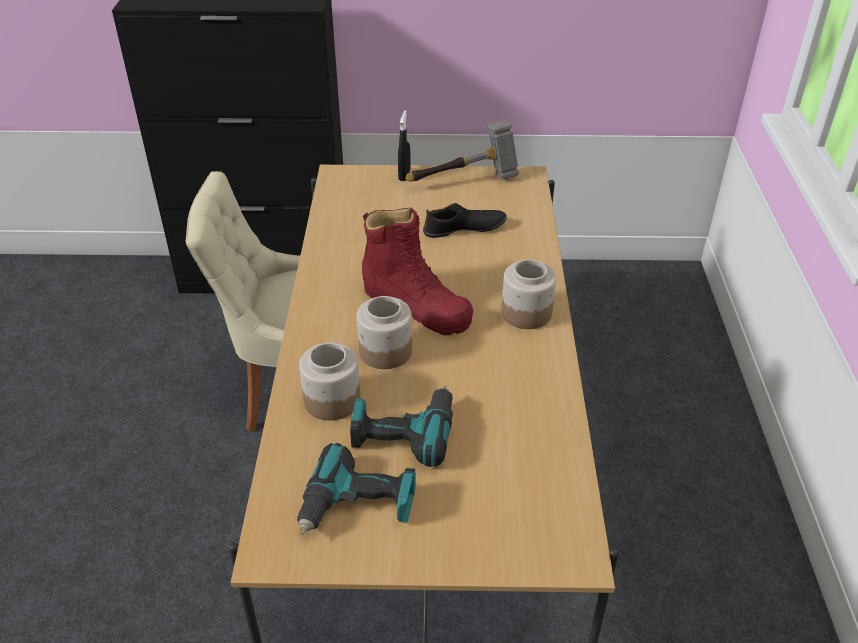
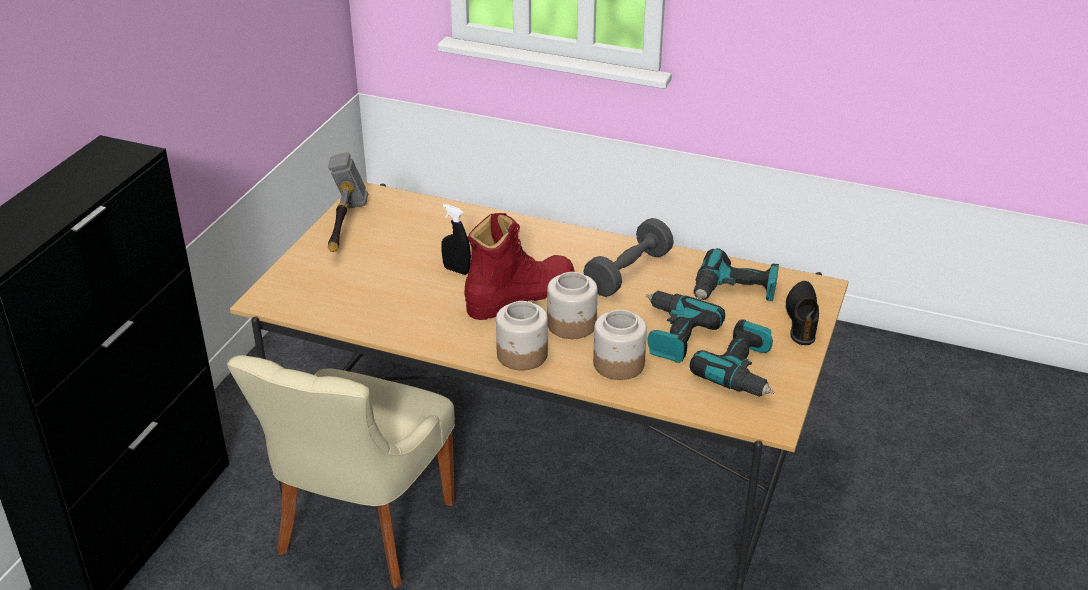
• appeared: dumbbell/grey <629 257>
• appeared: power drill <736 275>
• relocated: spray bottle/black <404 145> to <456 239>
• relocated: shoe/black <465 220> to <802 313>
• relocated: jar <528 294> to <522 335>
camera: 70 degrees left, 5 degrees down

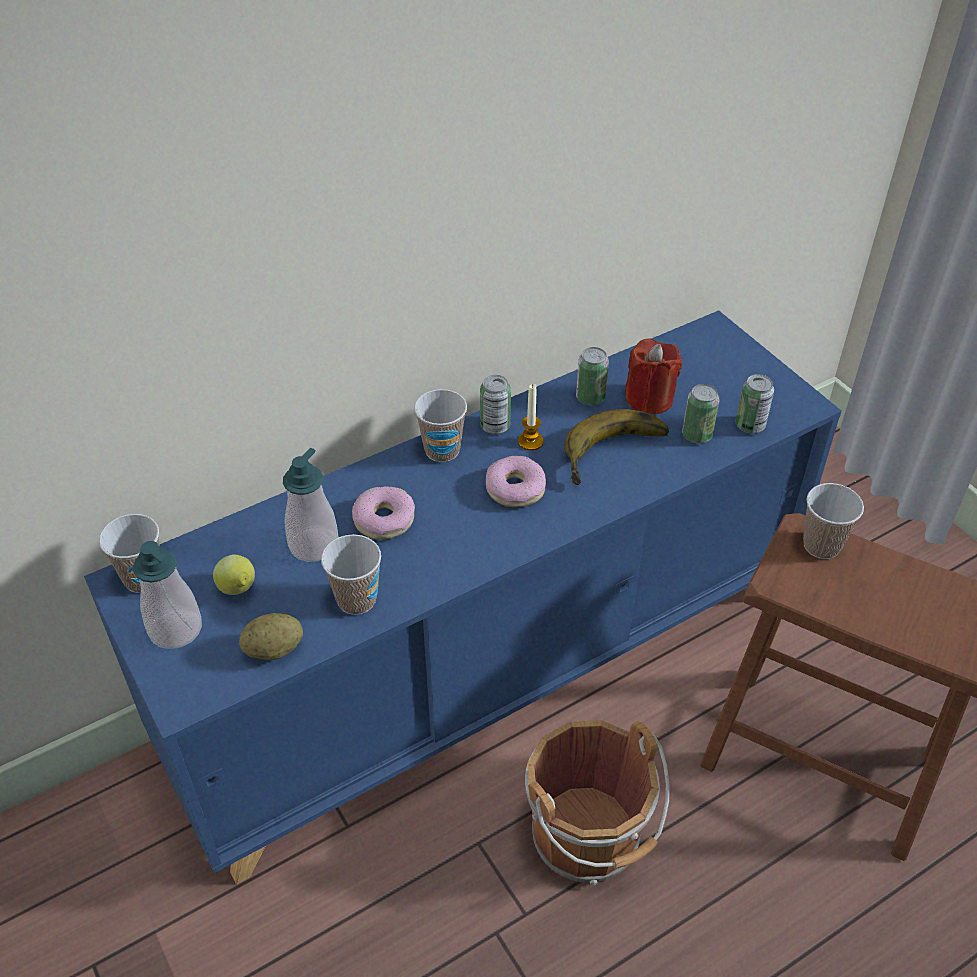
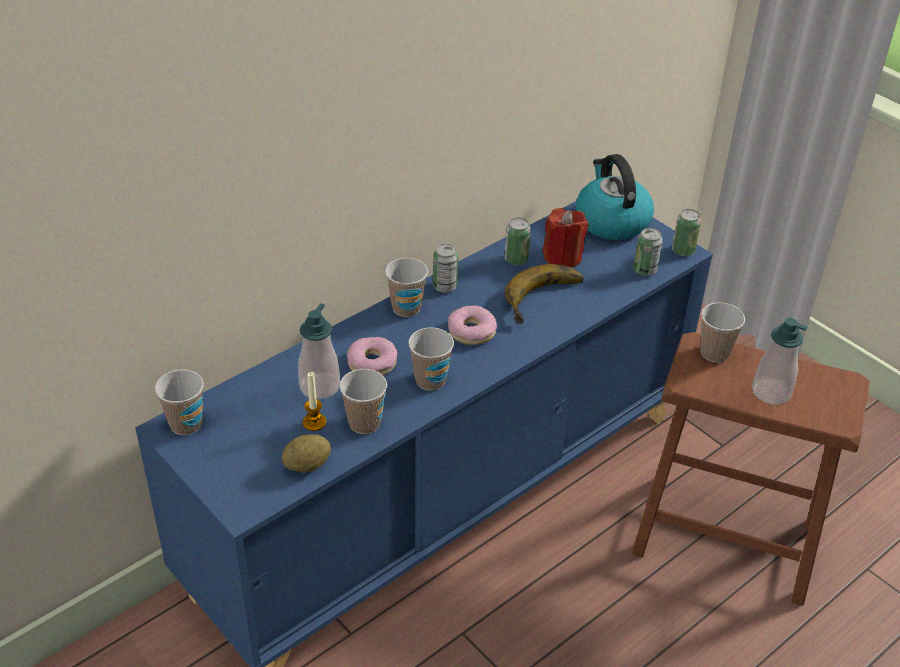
• missing: lemon <234 575>
• missing: bucket/brown <597 802>
• appeared: cup <431 359>
• appeared: kettle <615 197>
• relocated: soap dispenser <167 595> to <780 361>
• relocated: candle <531 417> to <314 401>
• relocated: can <701 413> to <686 232>
camera: 10 degrees left, 5 degrees down

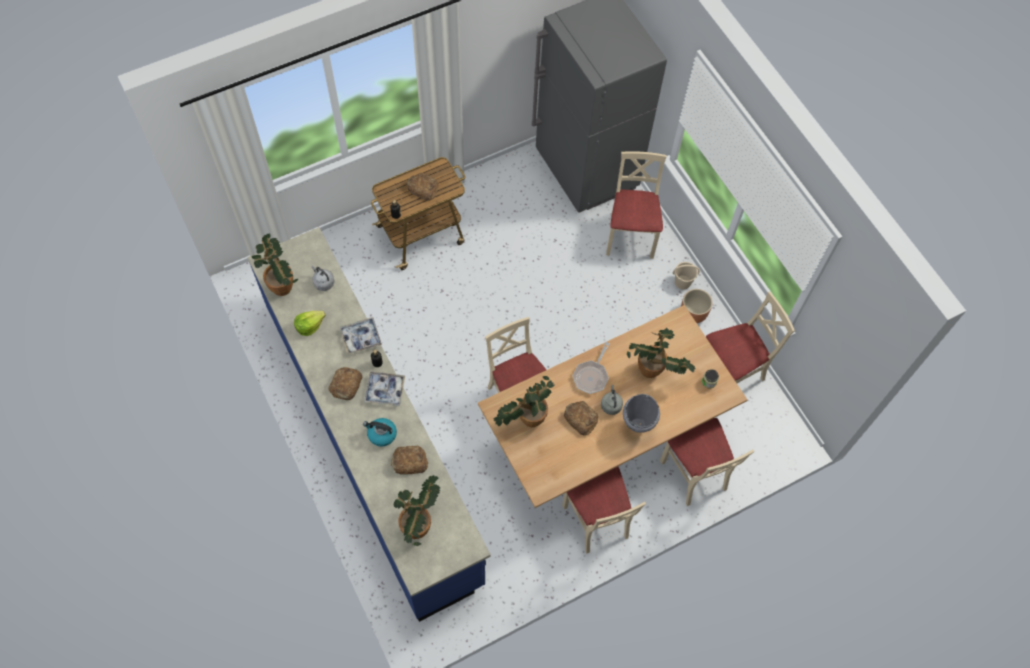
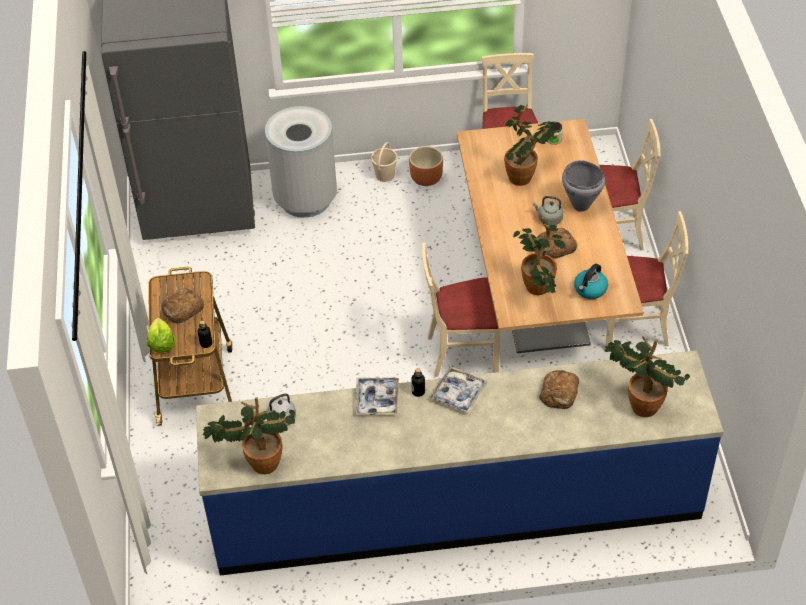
• missing: bread <345 383>
• missing: frying pan <591 368>
• relocated: lettuce <310 323> to <161 335>
• relocated: kettle <380 432> to <591 281>
• exchanged: chair/beige <636 205> to trash can/grey <301 162>
camera: 65 degrees left, 15 degrees down

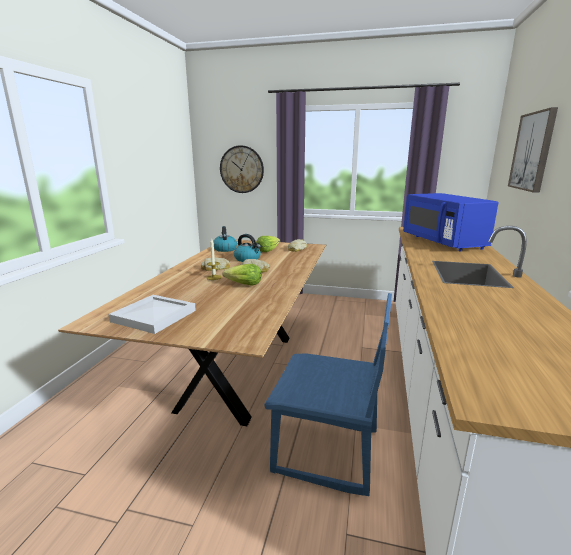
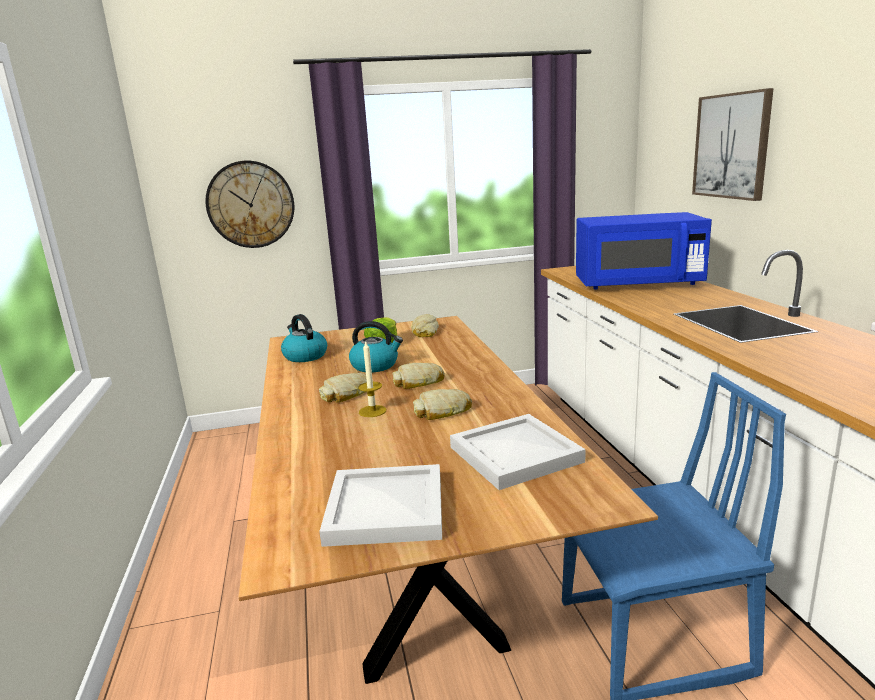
• appeared: tray/white <518 452>
• exchanged: lettuce <242 275> to bread <442 404>
• spun: microwave/blue <450 222> = <644 251> 45 degrees counterclockwise
camera: 25 degrees left, 0 degrees up

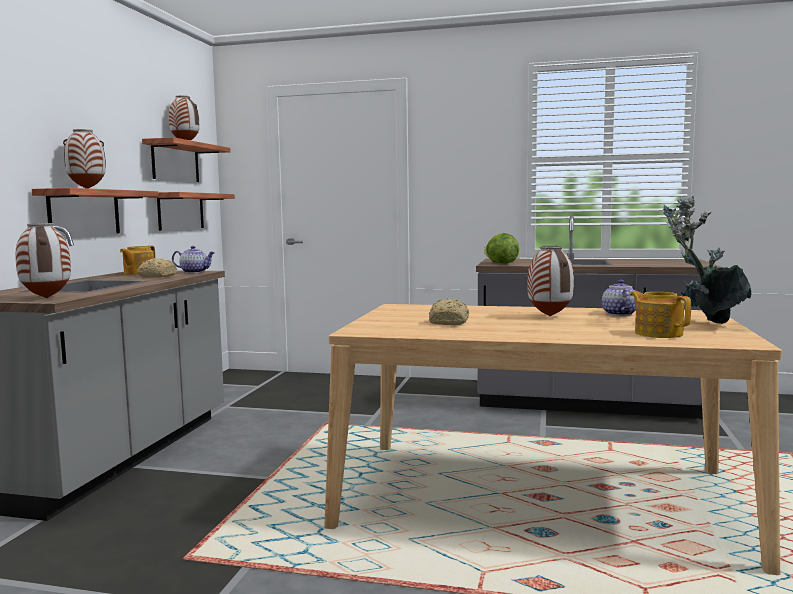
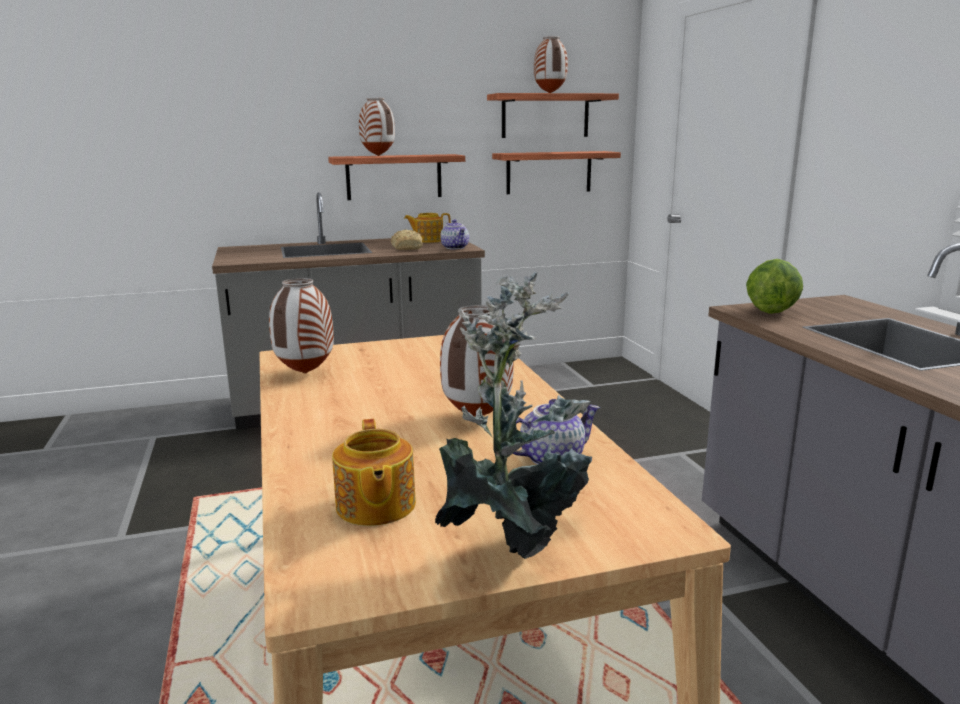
• missing: bread <449 312>
• relocated: vase <43 260> to <301 326>
• spun: teapot <660 314> = <374 472> 135 degrees clockwise
camera: 60 degrees right, 10 degrees up

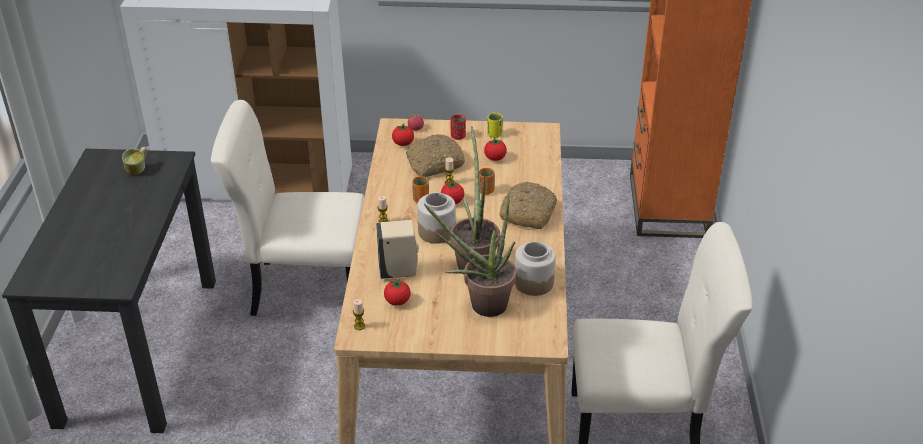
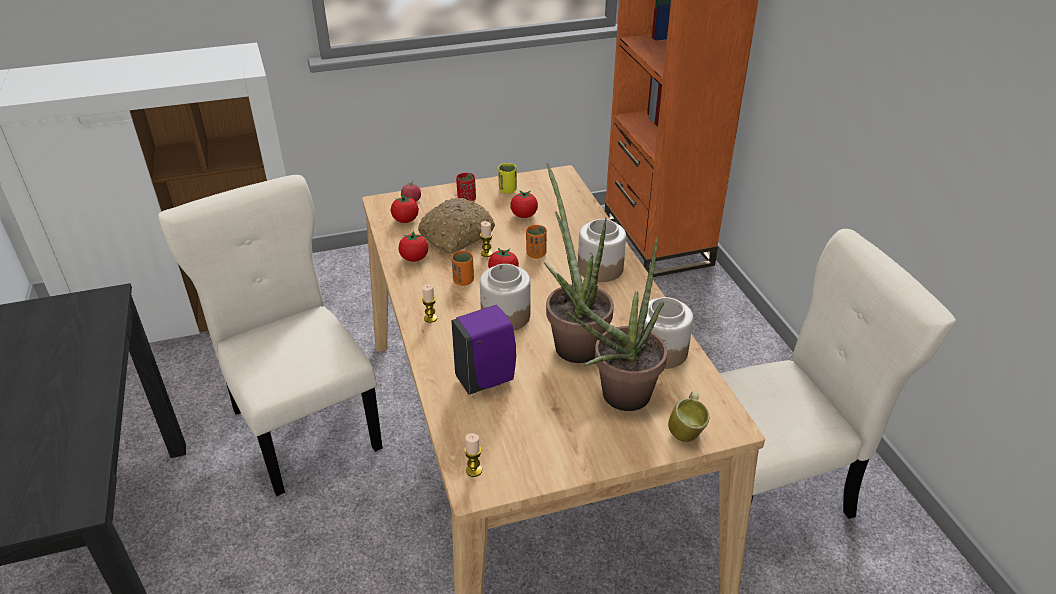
• relocated: mug <134 161> to <688 416>
• relocated: tomato <397 292> to <413 246>
• exchanged: bread <528 205> to jar <602 250>
• colour: soap dispenser/beige <397 249> to soap dispenser/purple <483 350>
• spun: chair/beige <287 208> = <270 335> 75 degrees clockwise
camera: 20 degrees left, 0 degrees up

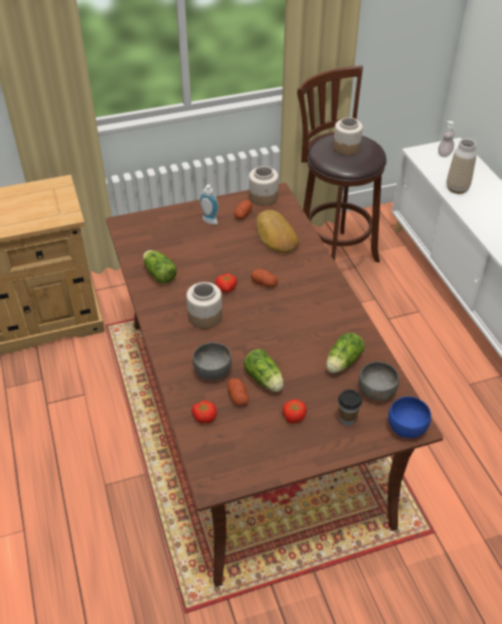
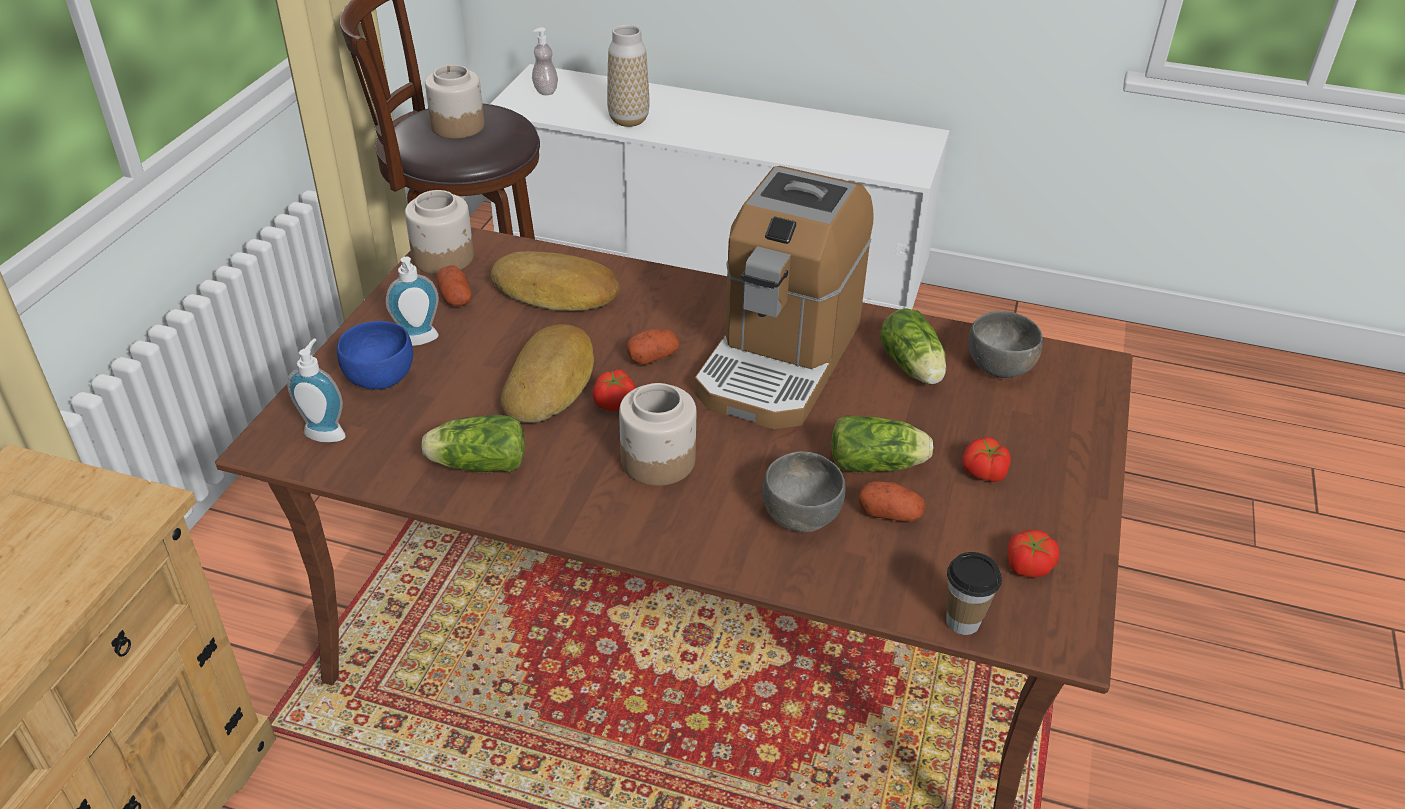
• appeared: soap dispenser <316 390>
• appeared: bread <547 373>
• appeared: coffee machine <784 298>
• relocated: tomato <204 411> to <1033 554>
• relocated: cup <350 407> to <974 593>
• relocated: bowl/blue <409 417> to <375 355>
camera: 55 degrees left, 5 degrees down

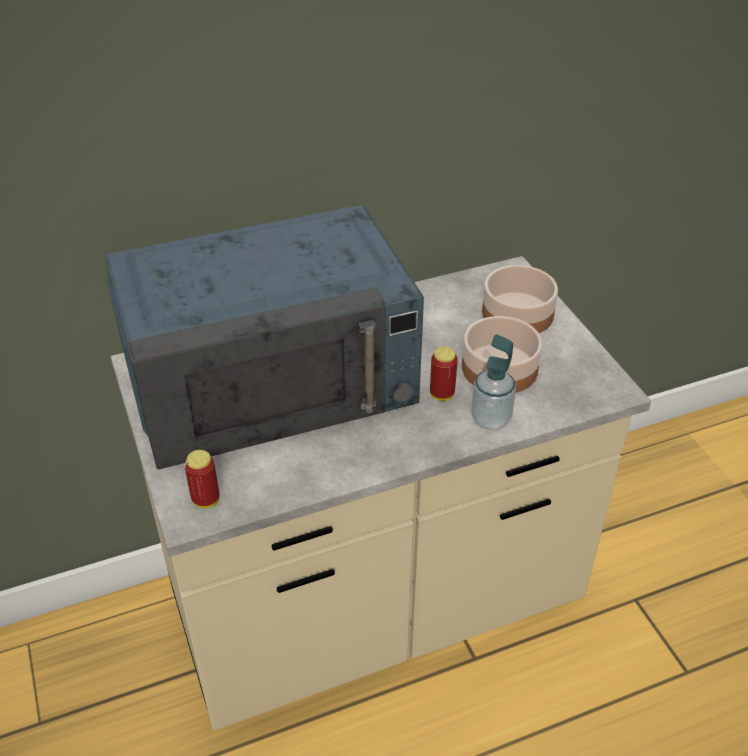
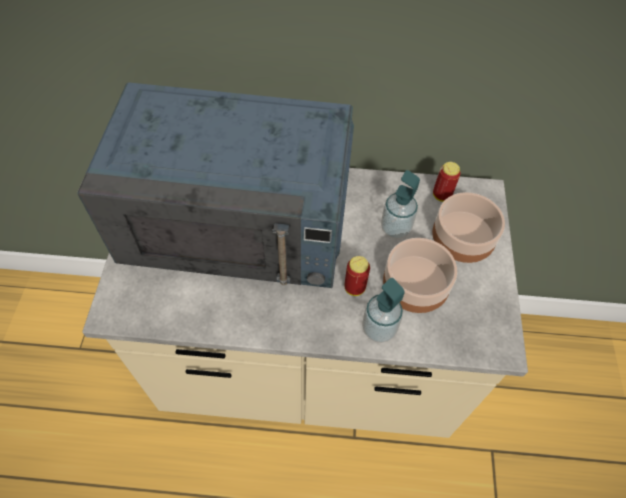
• appeared: soap dispenser <400 204>
• relocated: can <201 479> to <446 182>
camera: 25 degrees right, 15 degrees up

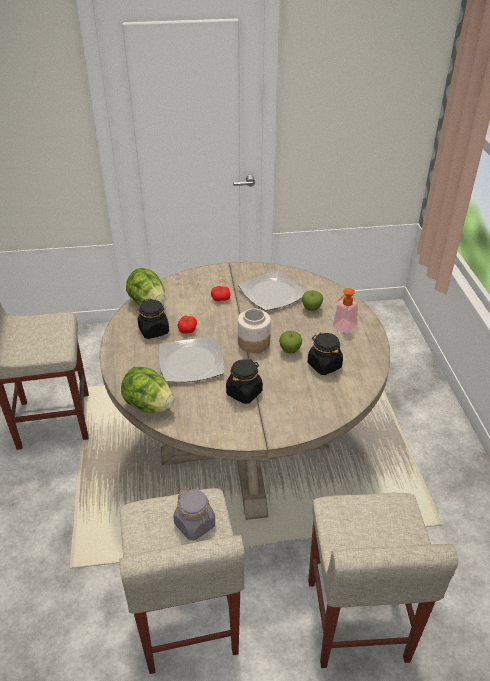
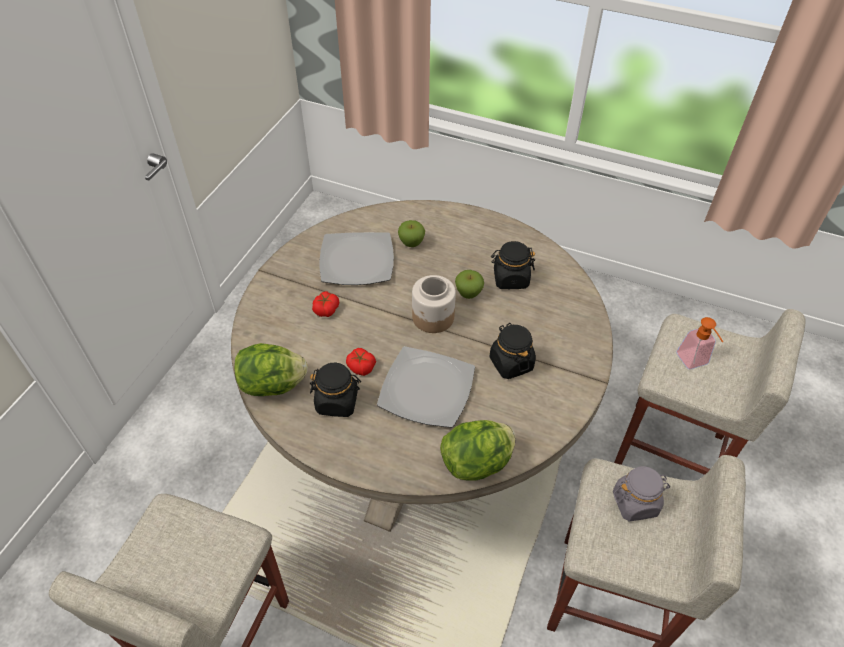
• relocated: soap dispenser <345 310> to <699 343>
camera: 60 degrees left, 10 degrees up

